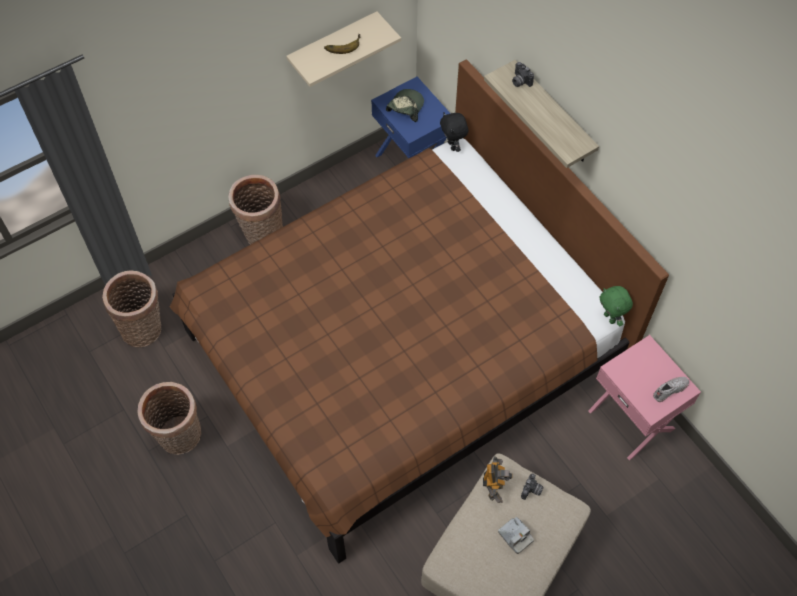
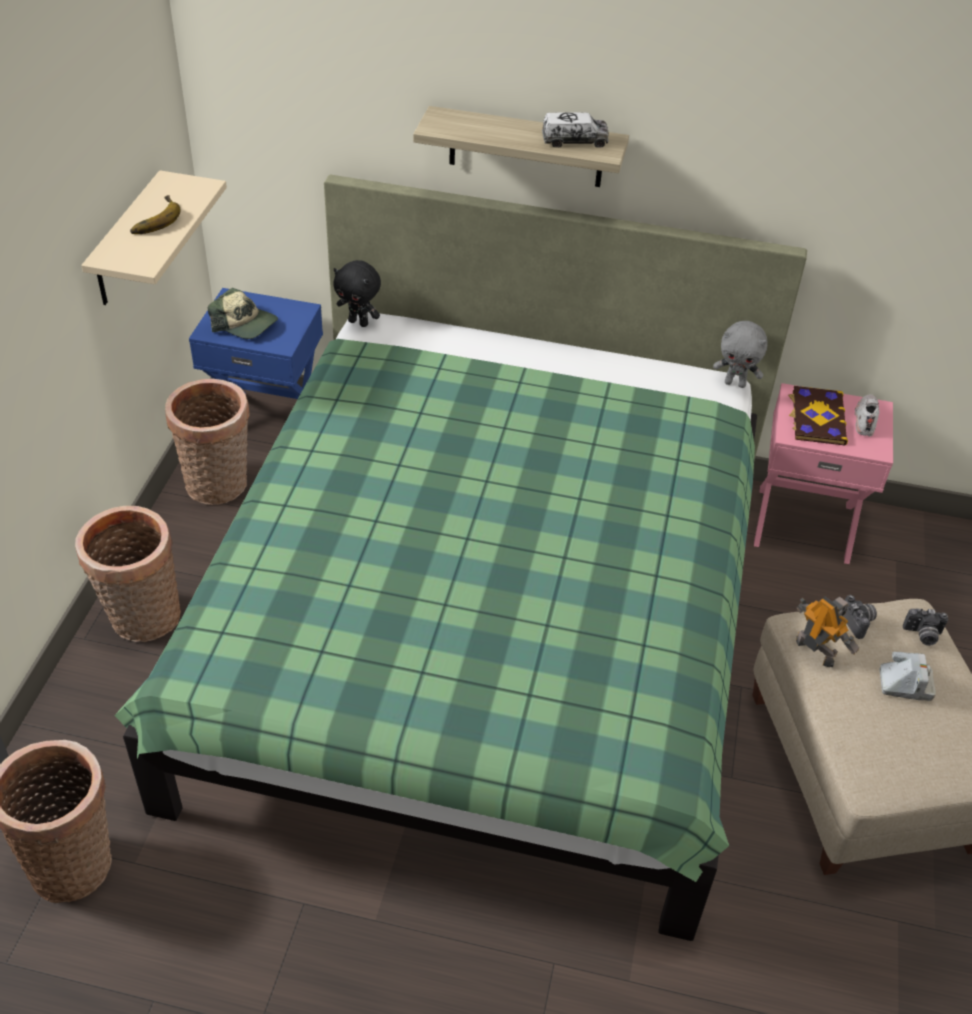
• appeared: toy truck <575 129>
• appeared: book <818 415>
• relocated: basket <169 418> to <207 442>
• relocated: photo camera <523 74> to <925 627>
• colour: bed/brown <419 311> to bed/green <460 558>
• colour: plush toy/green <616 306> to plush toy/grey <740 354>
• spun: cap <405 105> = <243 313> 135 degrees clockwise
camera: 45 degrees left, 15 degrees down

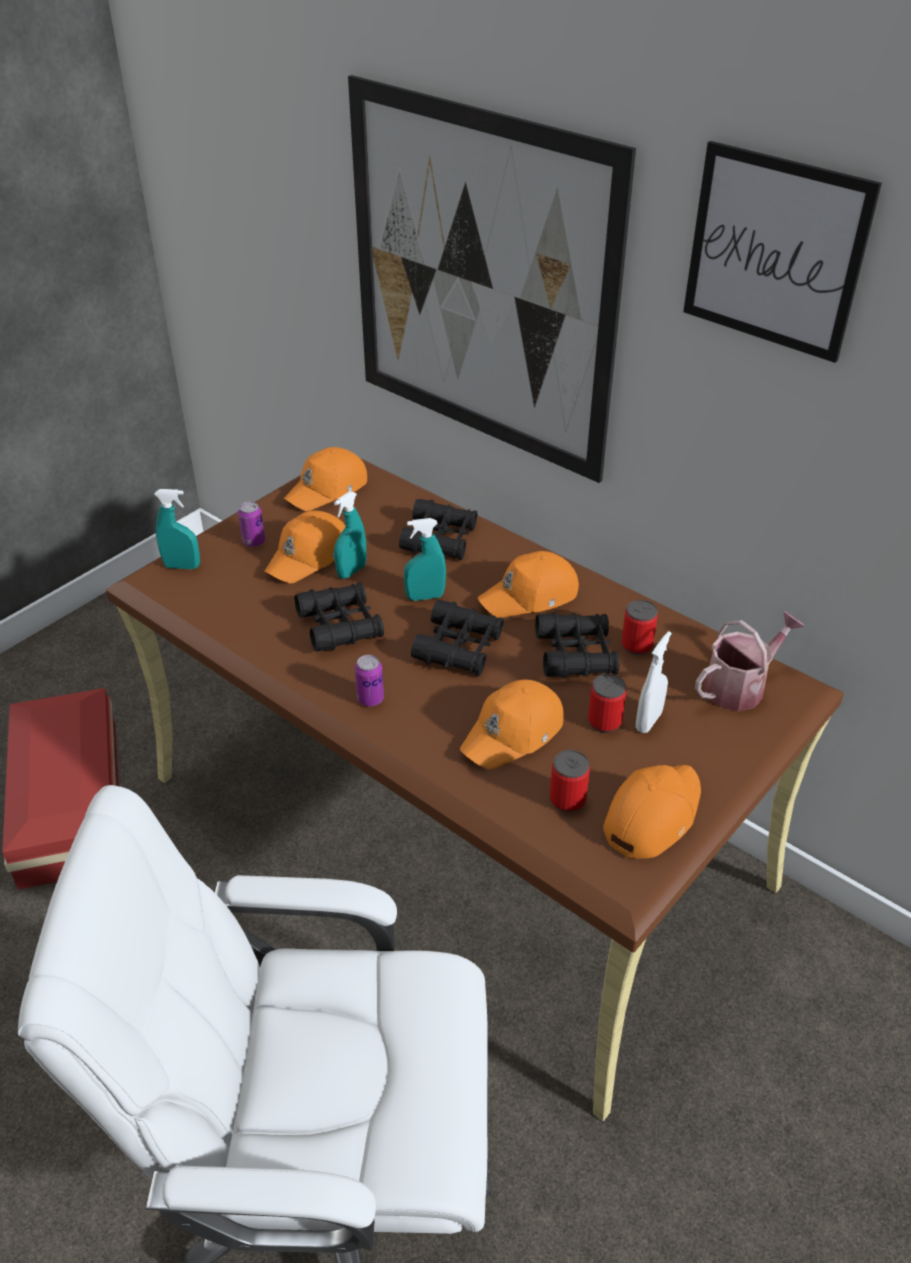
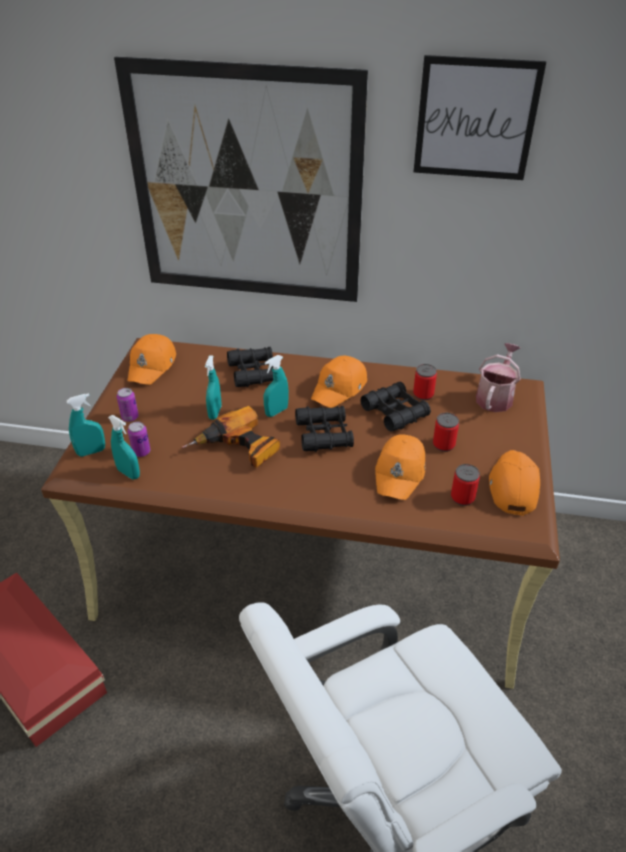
• missing: cap/orange <305 547>
• missing: spray bottle/white <654 682>
• appeared: spray bottle/turquoise <124 447>
• relocated: can <369 681> to <139 439>
• exchanged: binoculars/black <339 616> to power drill <230 437>
camera: 30 degrees left, 0 degrees up

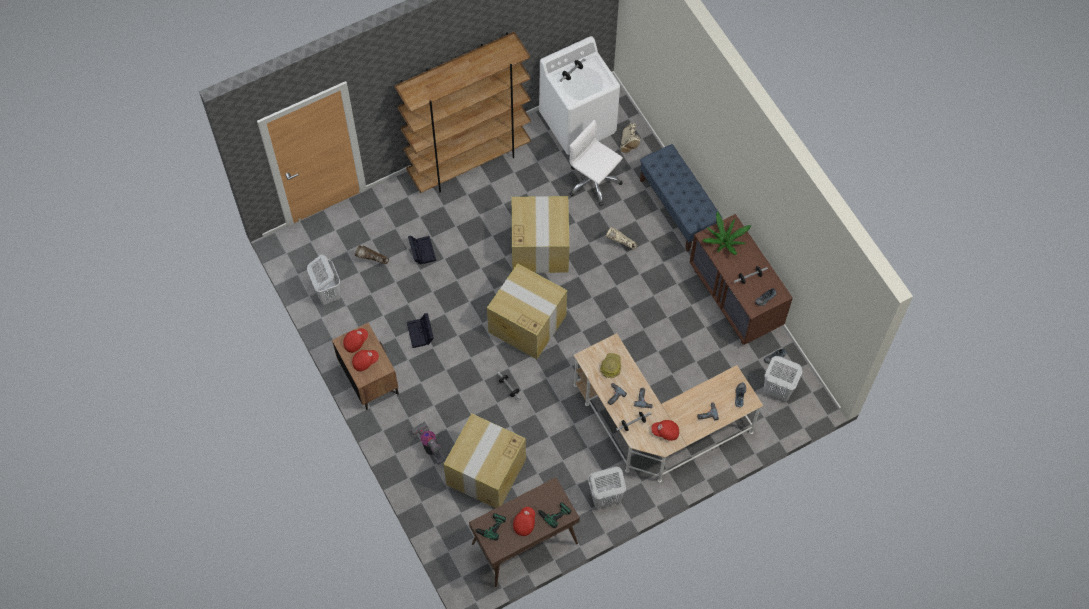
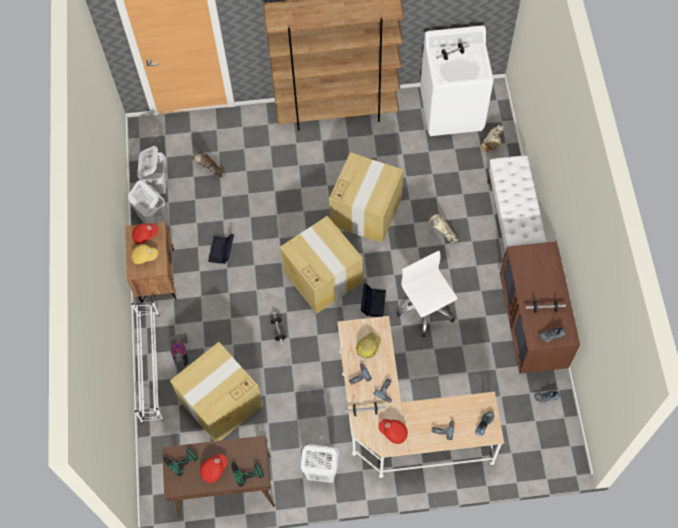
• missing: potted plant <727 233>
• appeared: shoe rack/white <148 362>
• relocated: storage box/black <422 250> to <373 300>
• relocated: office chair/white <596 163> to <427 294>
• relocated: laundry basket/white <782 378> to <147 202>
• colour: cap/red <365 360> to cap/yellow <144 254>
• colour: bench/blue <681 198> to bench/white <517 207>
camera: 25 degrees right, 0 degrees up

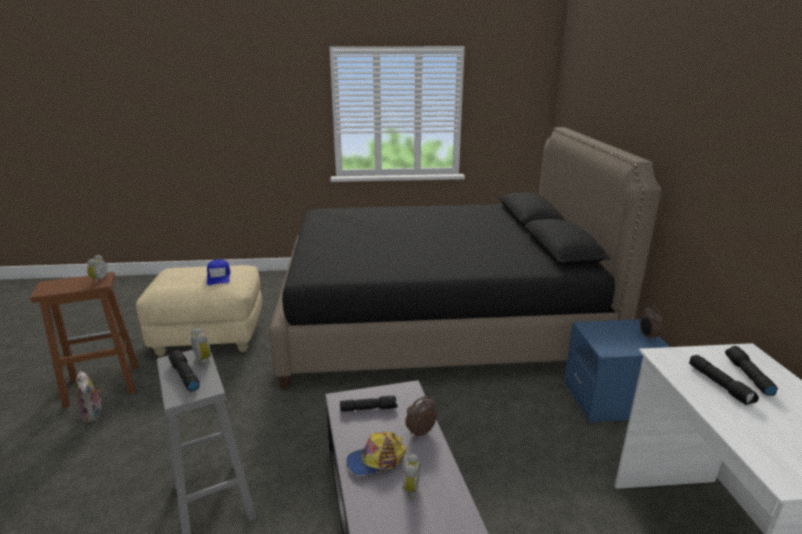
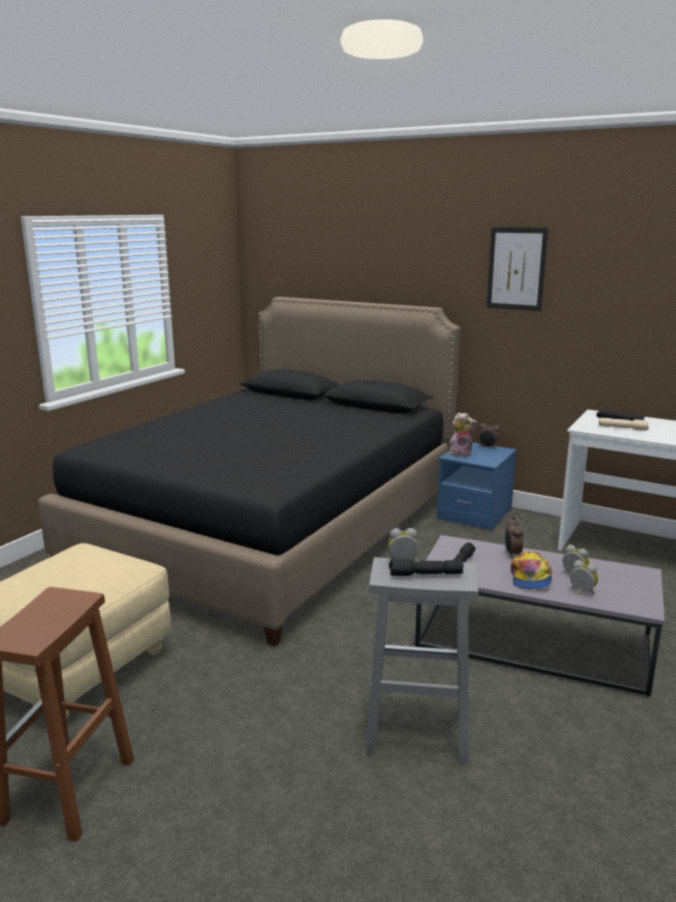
• missing: cap/blue <219 272>
• appeared: picture <517 269>
• relocated: plush toy <88 396> to <463 435>
• relocated: alarm clock <97 269> to <584 577>
• colour: flashlight/black <724 380> to flashlight/beige <624 424>
camera: 55 degrees left, 5 degrees down

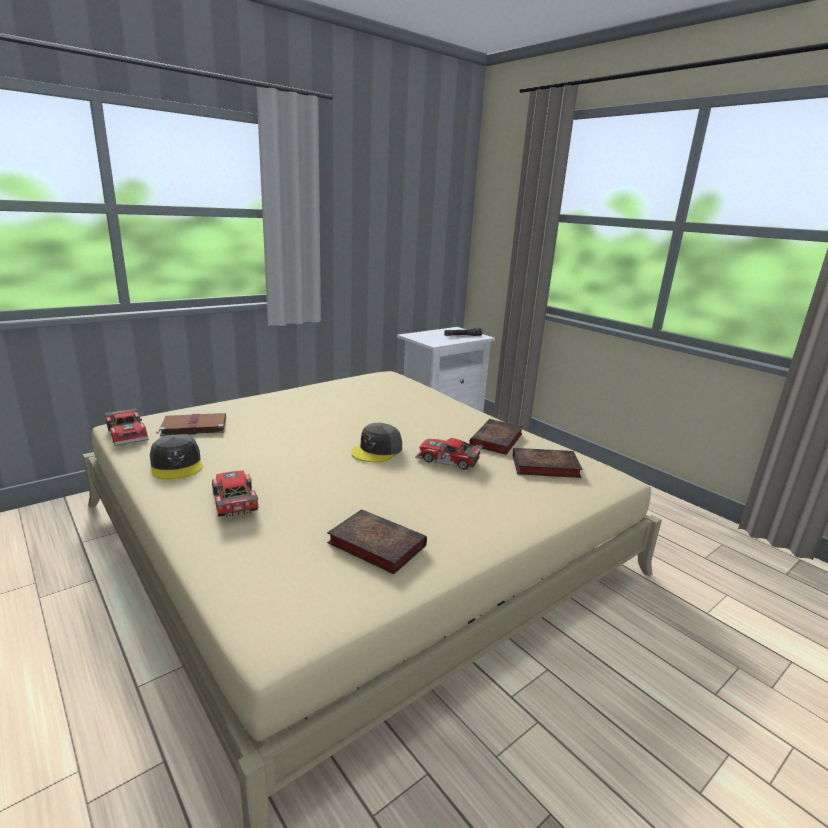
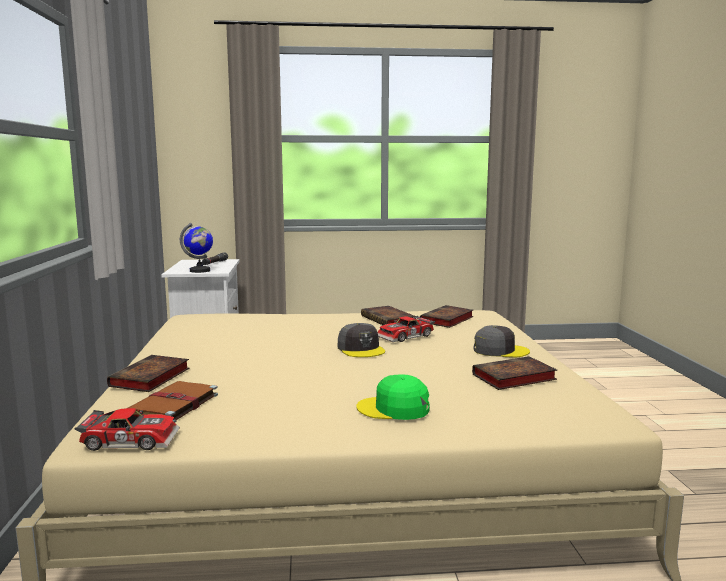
• appeared: book <148 373>
• appeared: globe <196 248>
• relocated: cap/grey <176 457> to <502 341>
• exchanged: toy car <235 494> to cap/green <392 397>
camera: 55 degrees left, 10 degrees down

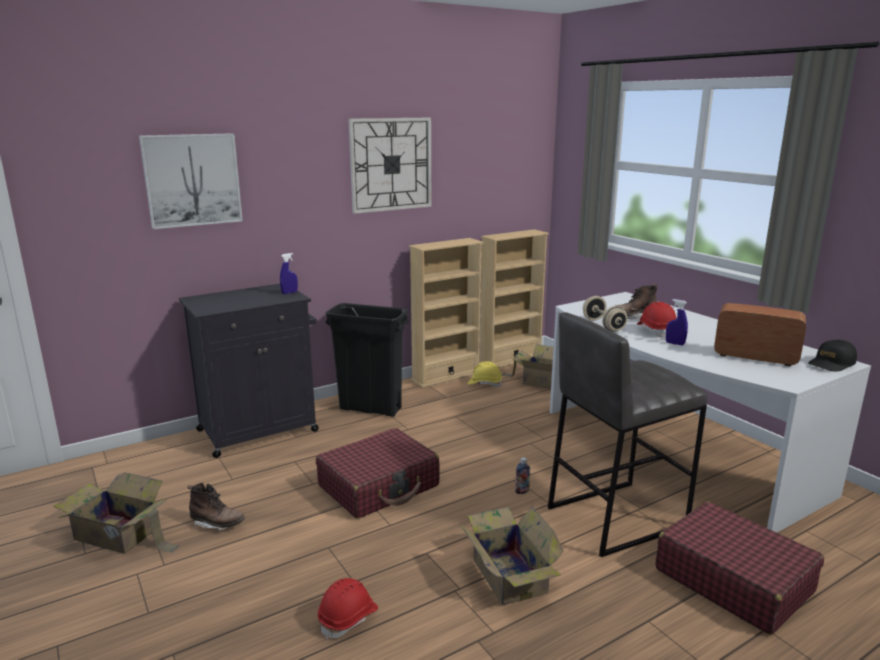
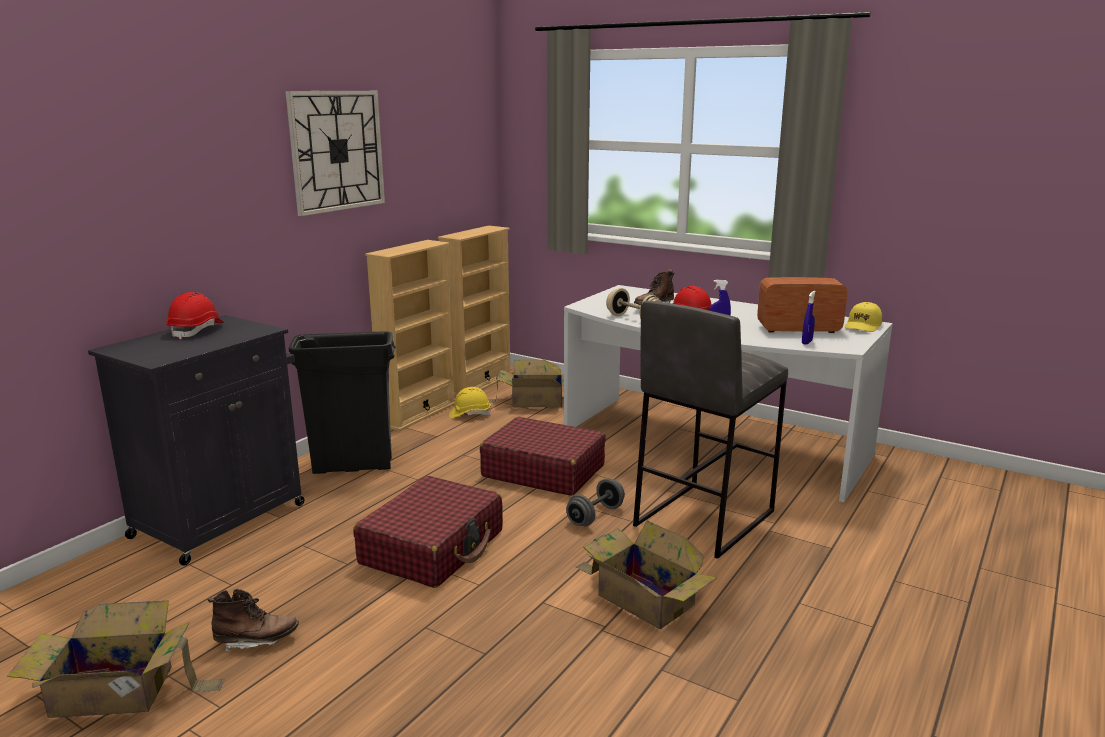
• missing: picture <191 181>
• relocated: spray bottle/blue <289 273> to <809 318>
• relocated: hard hat/red <347 609> to <195 315>
• relocated: suitcase/red <739 567> to <543 456>
• exchanged: bottle <522 475> to dumbbell/grey <595 502>
• colour: cap/black <832 356> to cap/yellow <863 317>
camera: 25 degrees left, 0 degrees up

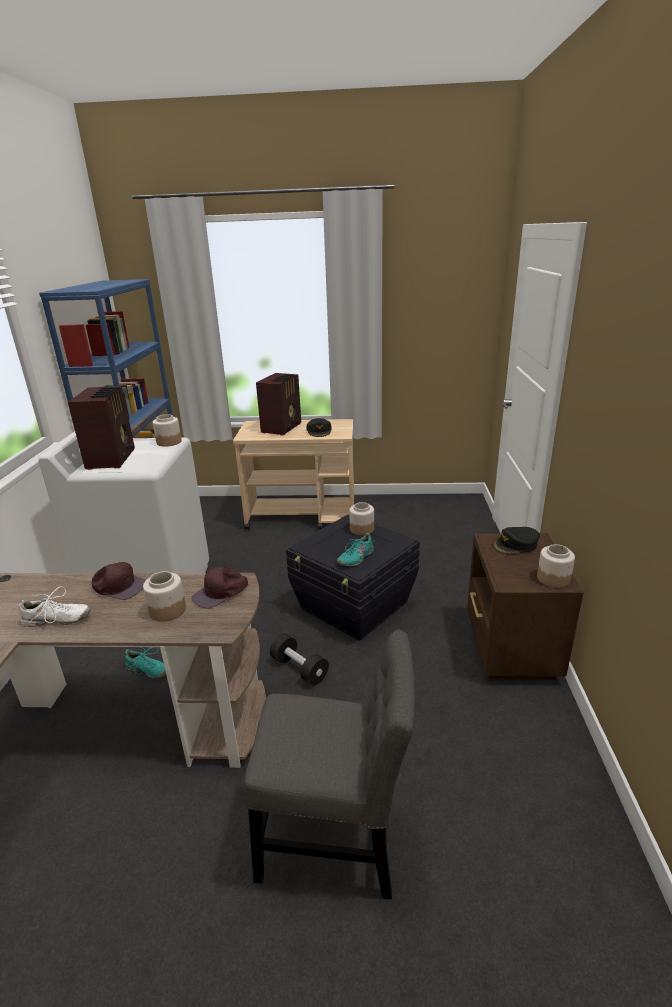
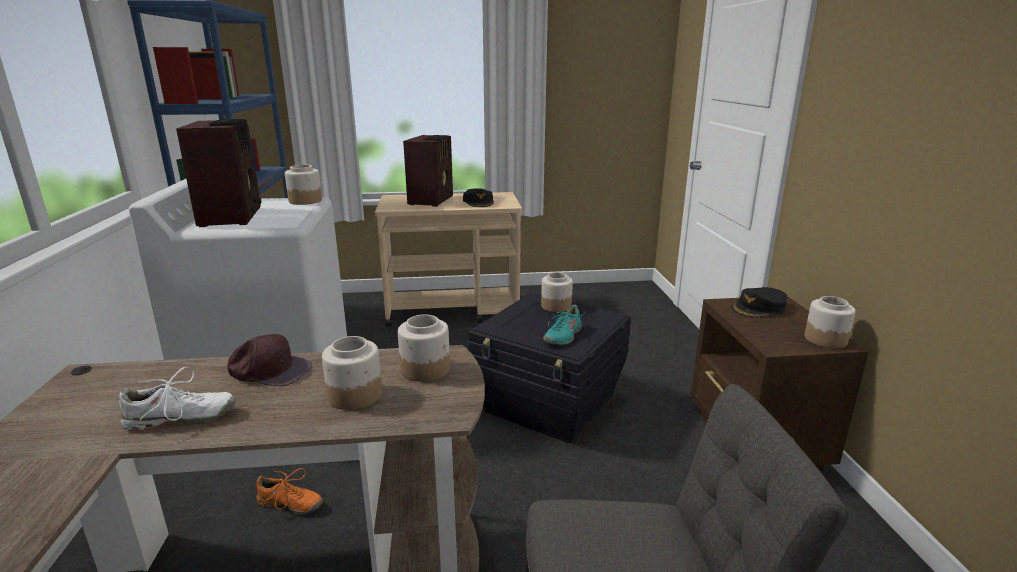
• missing: dumbbell/black <299 659>
• exchanged: cap/brown <219 587> to jar <424 348>
• colour: shoe/turquoise <145 663> to shoe/orange <289 491>
camera: 10 degrees left, 5 degrees down

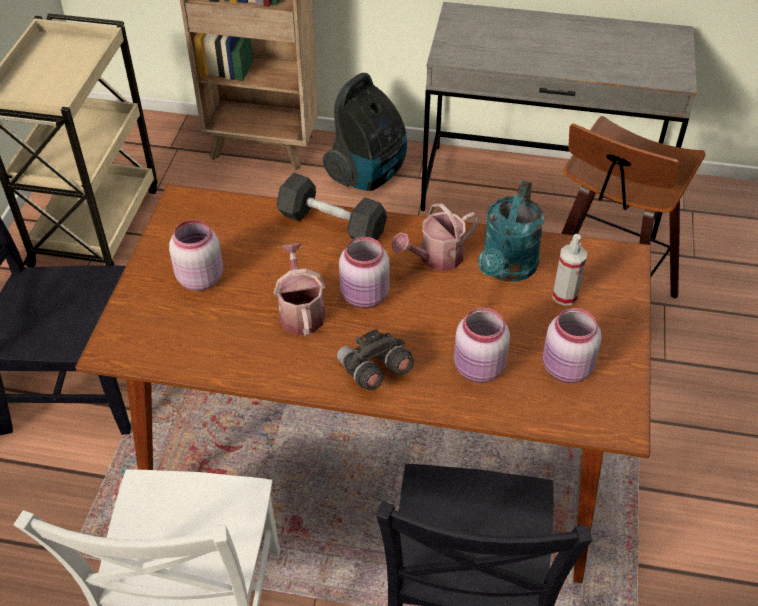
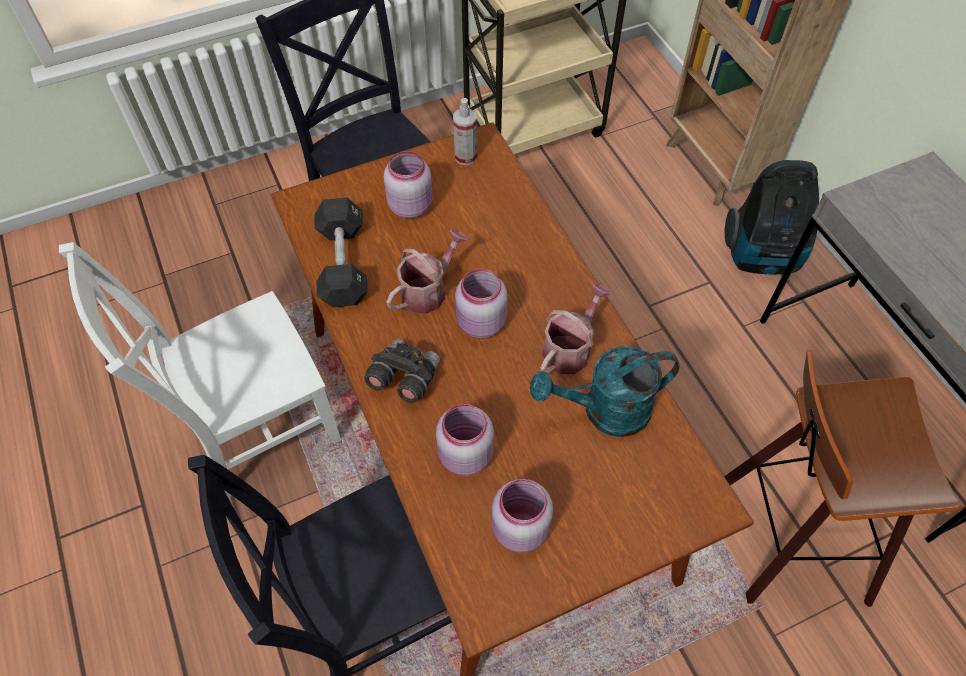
• relocated: dumbbell/black <332 206> to <341 252>
• relocated: spray bottle <569 270> to <465 131>
• spun: watering can <435 237> = <575 328> 105 degrees clockwise
camera: 55 degrees right, 10 degrees up

